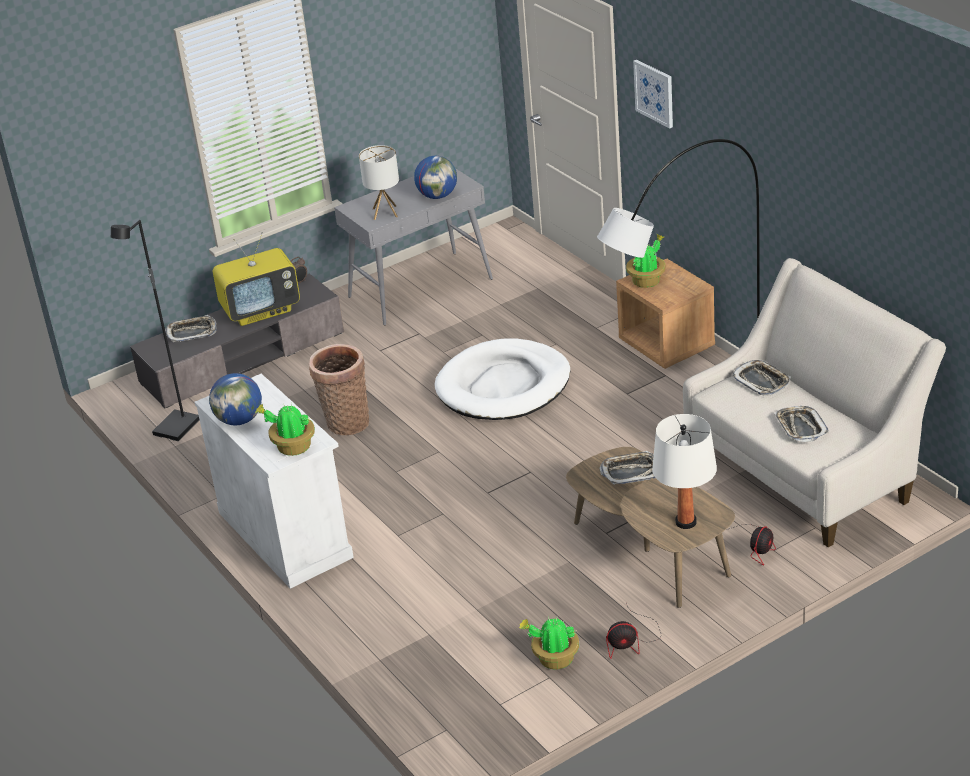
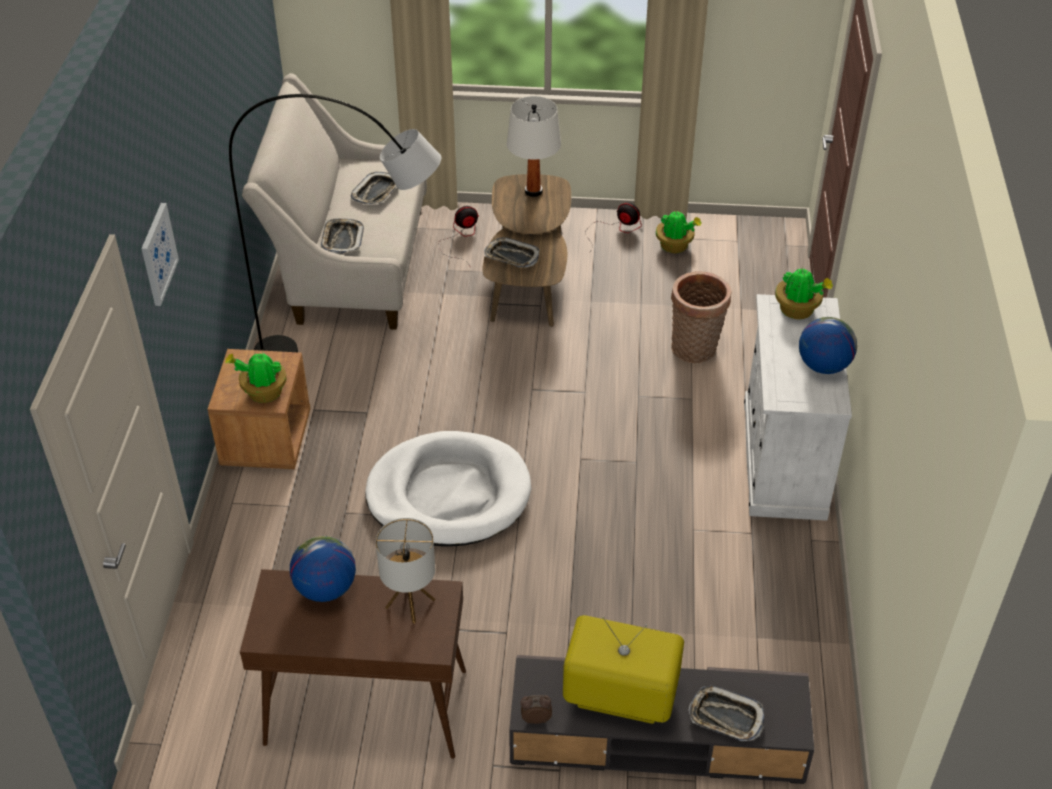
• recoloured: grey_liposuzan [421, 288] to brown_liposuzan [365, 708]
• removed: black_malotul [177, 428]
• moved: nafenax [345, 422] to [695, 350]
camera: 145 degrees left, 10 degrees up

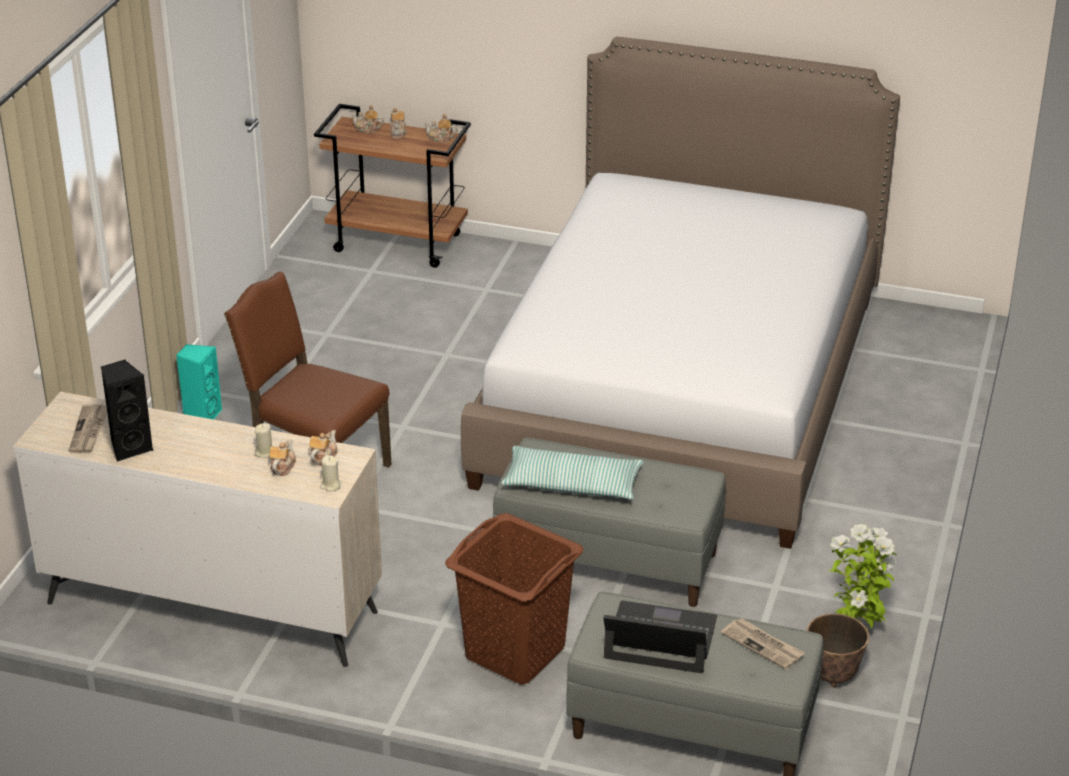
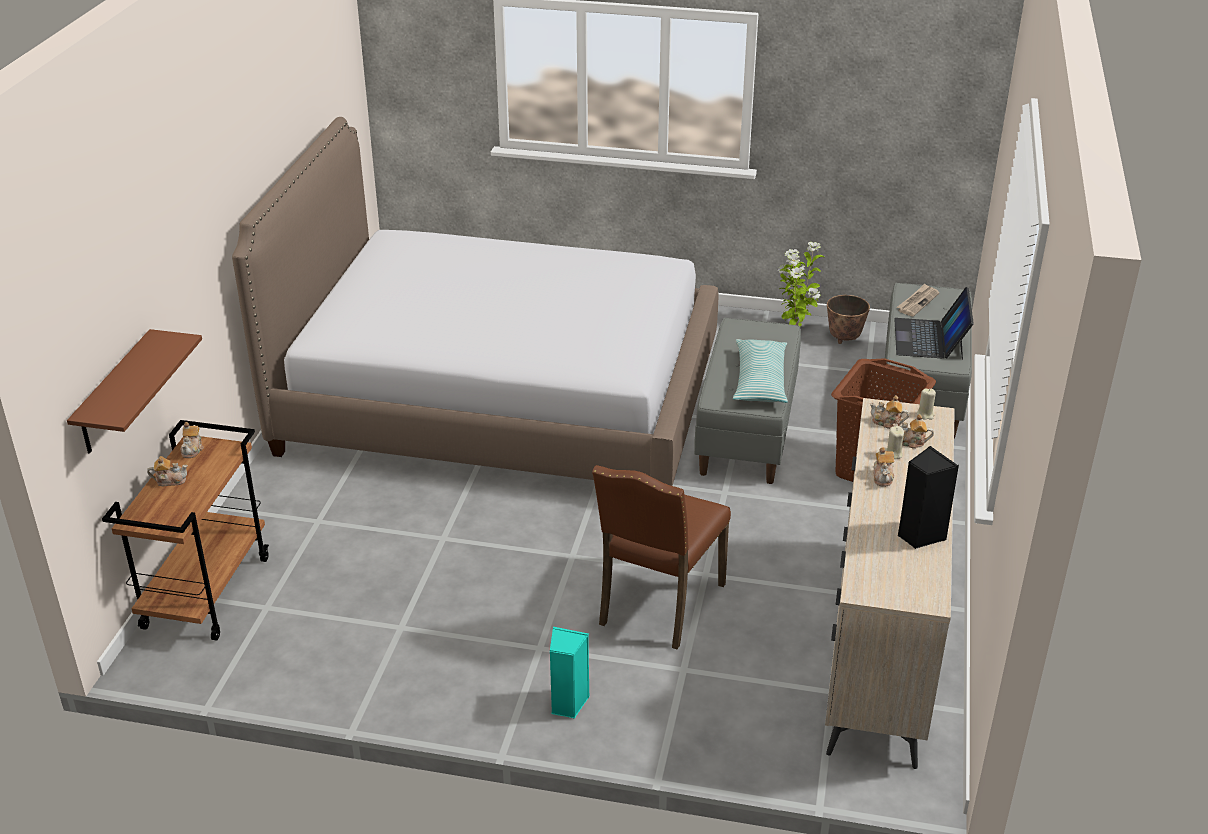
• moved: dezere [367, 129] to [883, 477]
• removed: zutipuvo [89, 431]
• added: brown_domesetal [115, 394]
camera: 95 degrees left, 0 degrees up

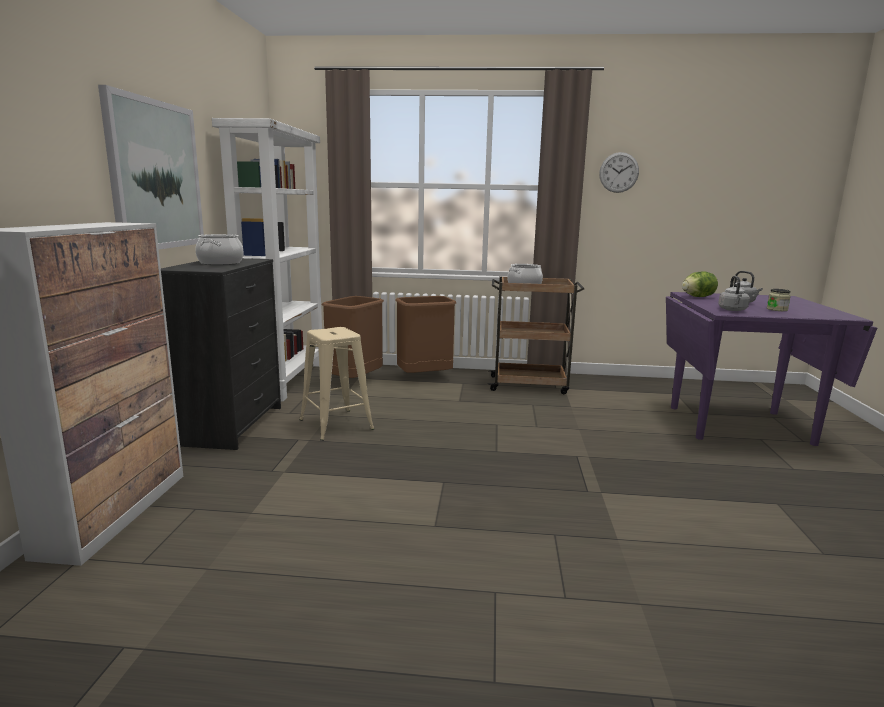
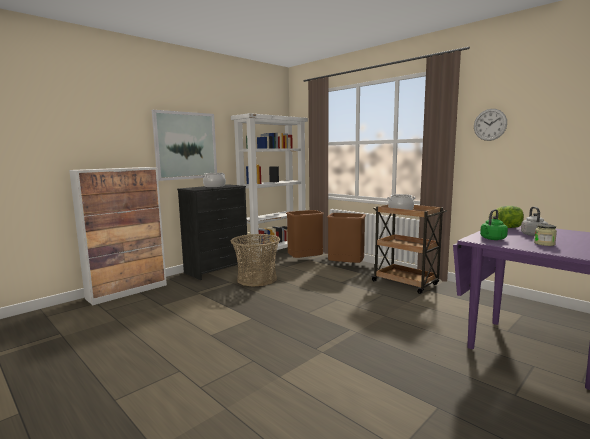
• recoloured: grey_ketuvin [732, 310] to green_ketuvin [492, 239]
• replaced: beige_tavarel [336, 424] to nafenax [257, 279]
camera: 40 degrees right, 5 degrees down

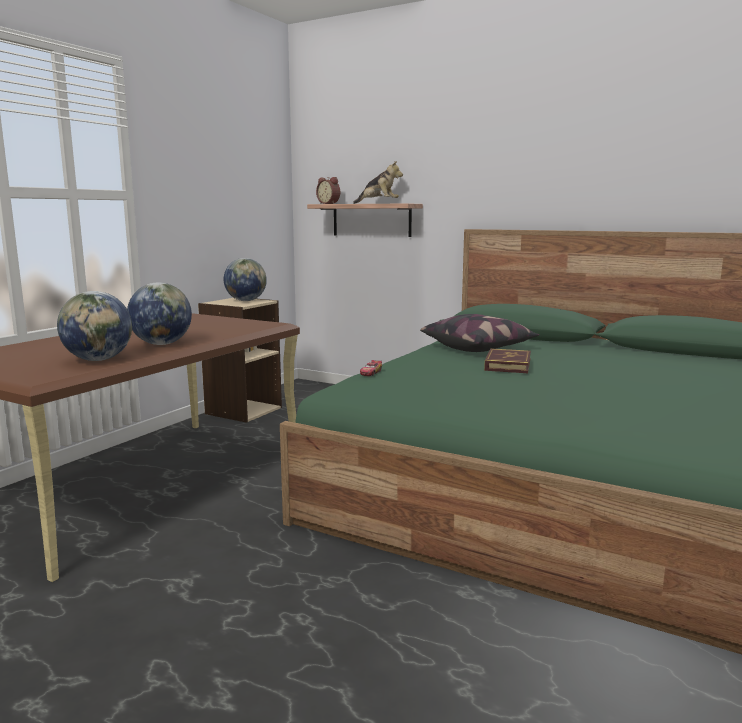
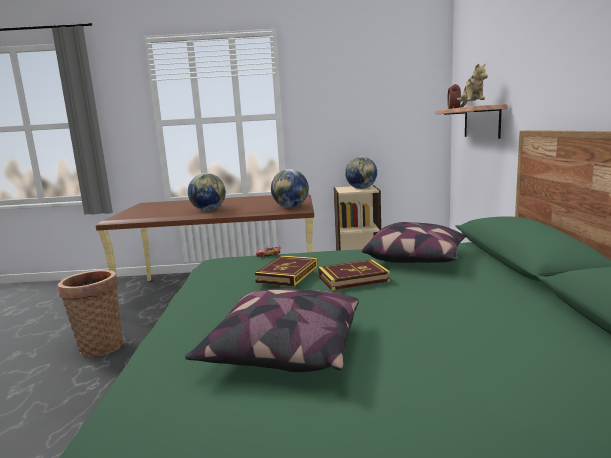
• moved: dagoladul [99, 360] to [291, 207]
• added: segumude [287, 274]
• added: nafenax [99, 346]
• added: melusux [283, 351]
camera: 60 degrees right, 0 degrees up

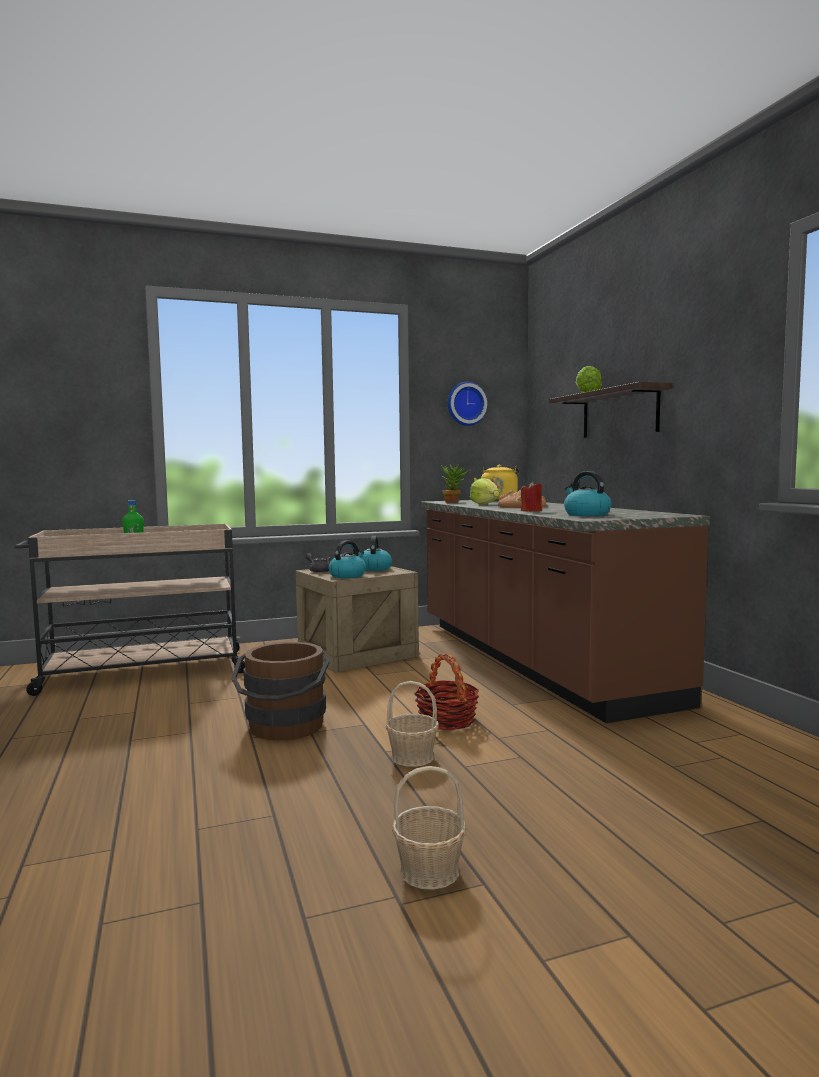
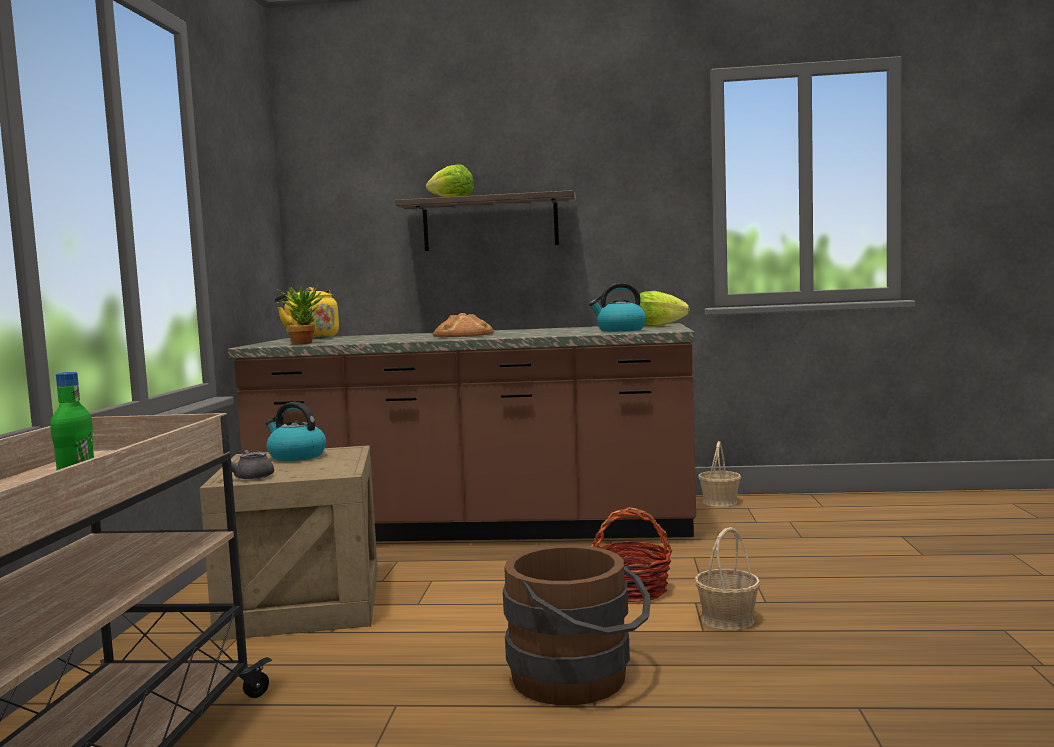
• removed: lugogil [465, 404]
• moved: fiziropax [485, 504] to [658, 326]
• removed: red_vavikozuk [531, 511]
• removed: ketuvin [347, 575]
• moved: nafenax [430, 870] to [720, 502]
camera: 65 degrees left, 0 degrees up

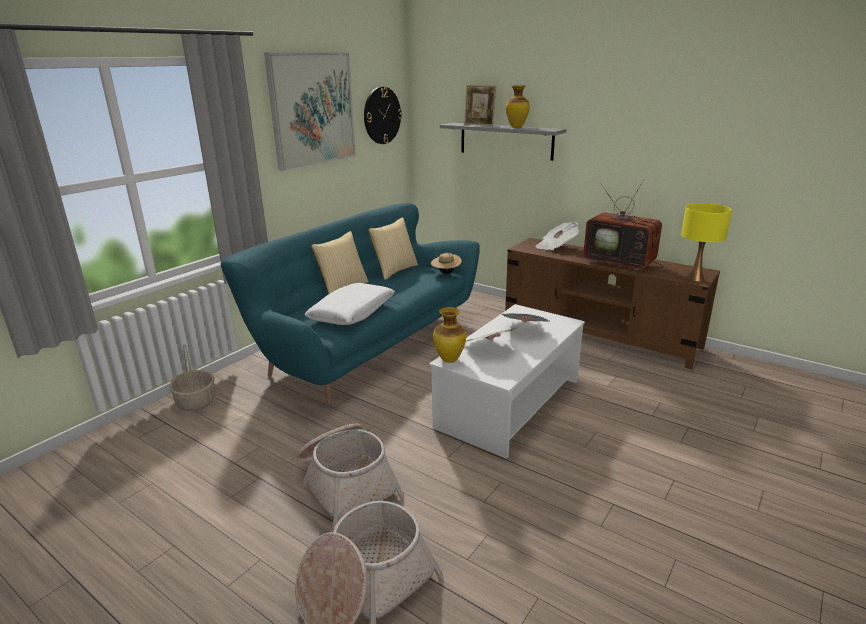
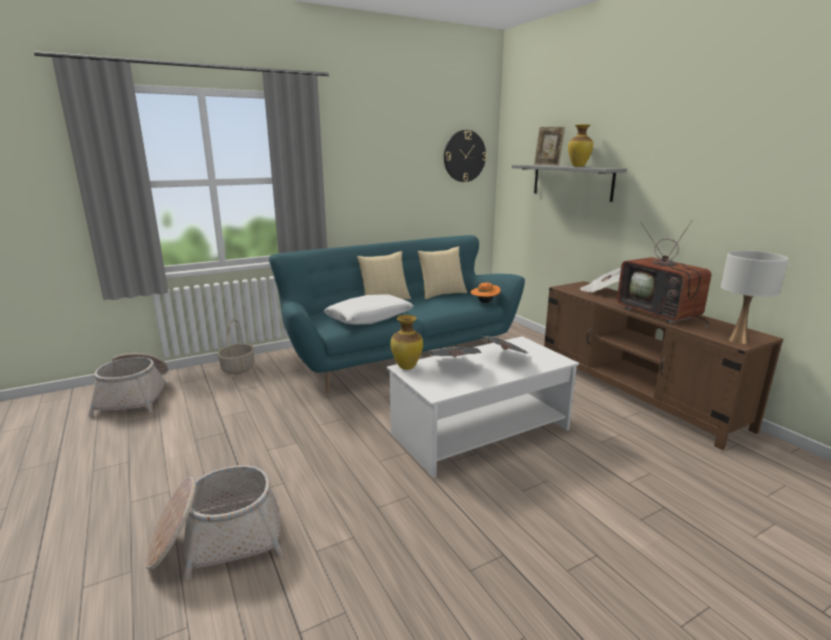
• removed: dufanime [312, 109]
• recoloured: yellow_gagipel [695, 278] to white_gagipel [738, 340]
• recoloured: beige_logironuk [446, 273] to orange_logironuk [484, 302]
• moved: nafenax [346, 483] to [135, 396]
camera: 25 degrees right, 5 degrees down

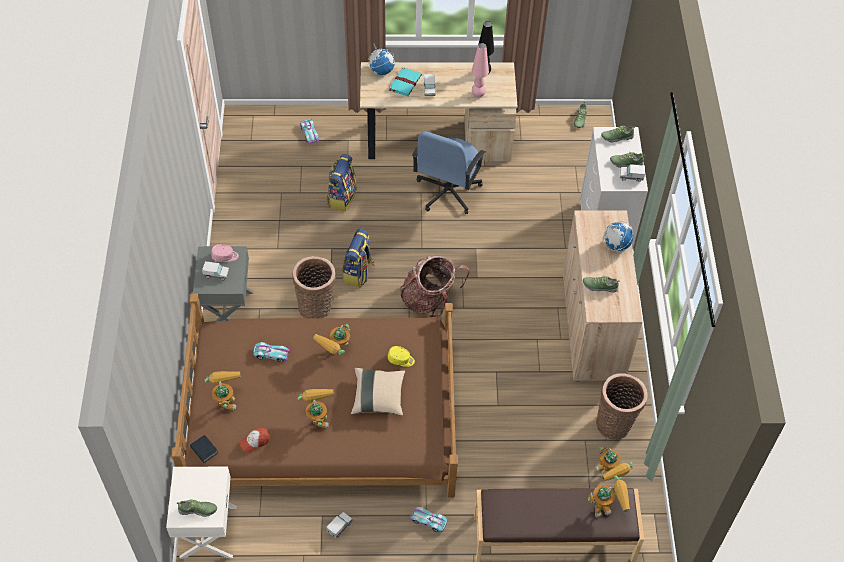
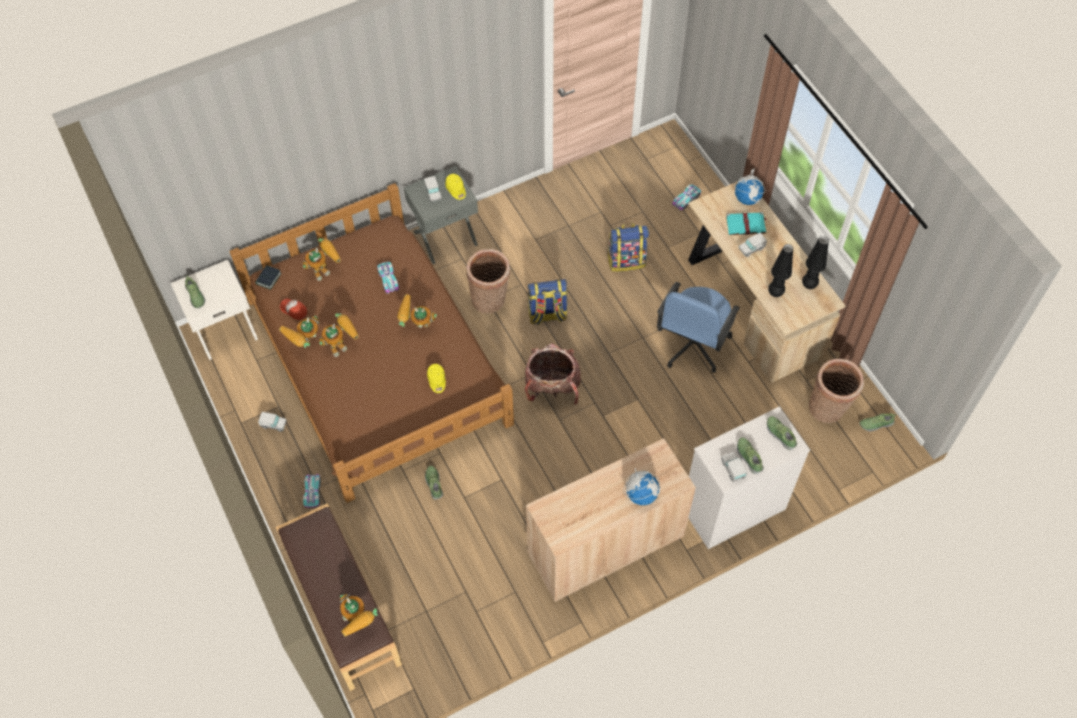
• recoloured: pink_gagipel [478, 95] to black_gagipel [775, 293]
• turned: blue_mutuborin [447, 192] = [692, 344] 60 degrees counterclockwise
• recoloured: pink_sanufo [225, 256] to yellow_sanufo [456, 190]
• moved: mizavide [600, 286] to [434, 484]
• removed: beige_melusux [378, 397]
• moved: nafenax [615, 423] to [828, 409]
• moved: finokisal [609, 475] to [306, 345]
camera: 65 degrees right, 5 degrees up

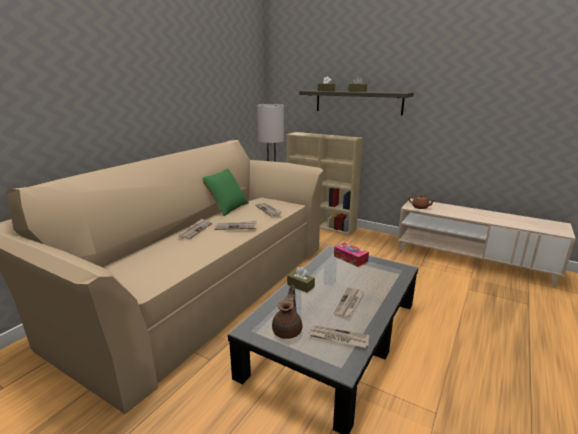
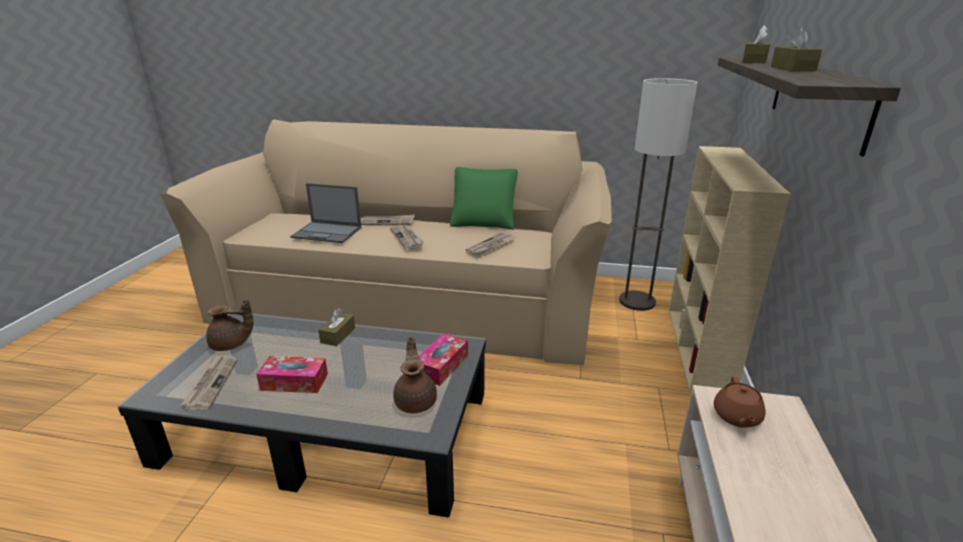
• replaced: zutipuvo [349, 303] to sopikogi [294, 382]
• added: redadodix [328, 232]
• added: brown_dezere [416, 401]
camera: 70 degrees right, 5 degrees up

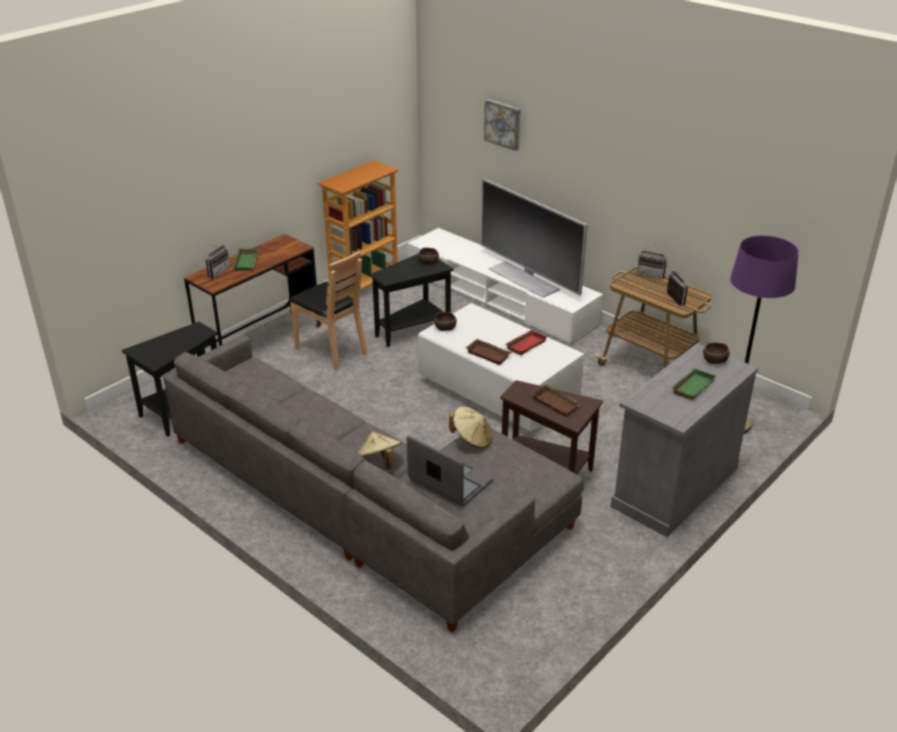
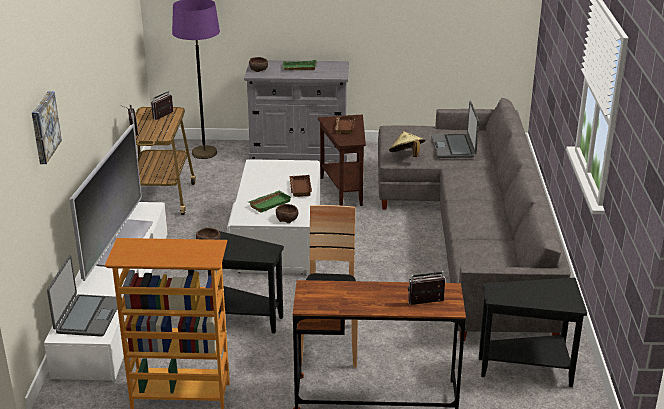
• moved: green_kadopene [247, 262] to [269, 203]
• removed: red_kadopene [525, 344]
• removed: beige_logironuk [378, 463]
• added: redadodix [88, 316]
camera: 130 degrees left, 5 degrees down

